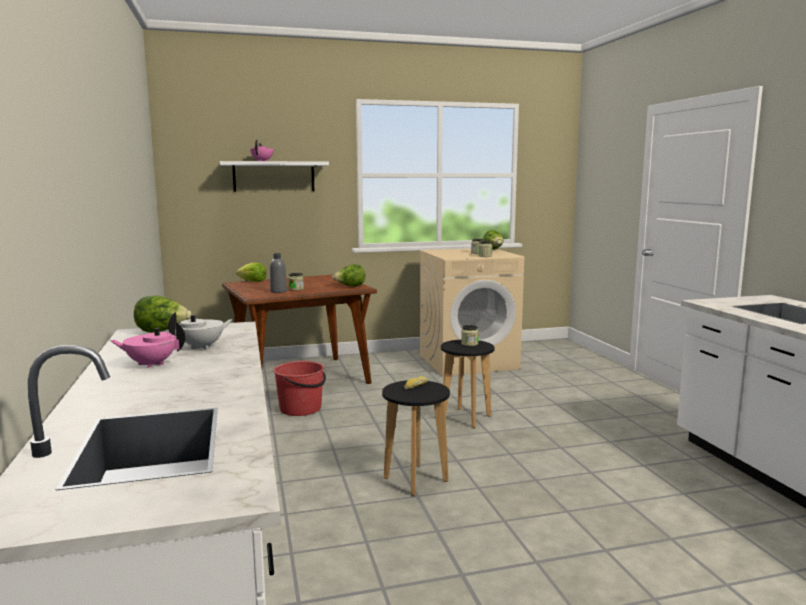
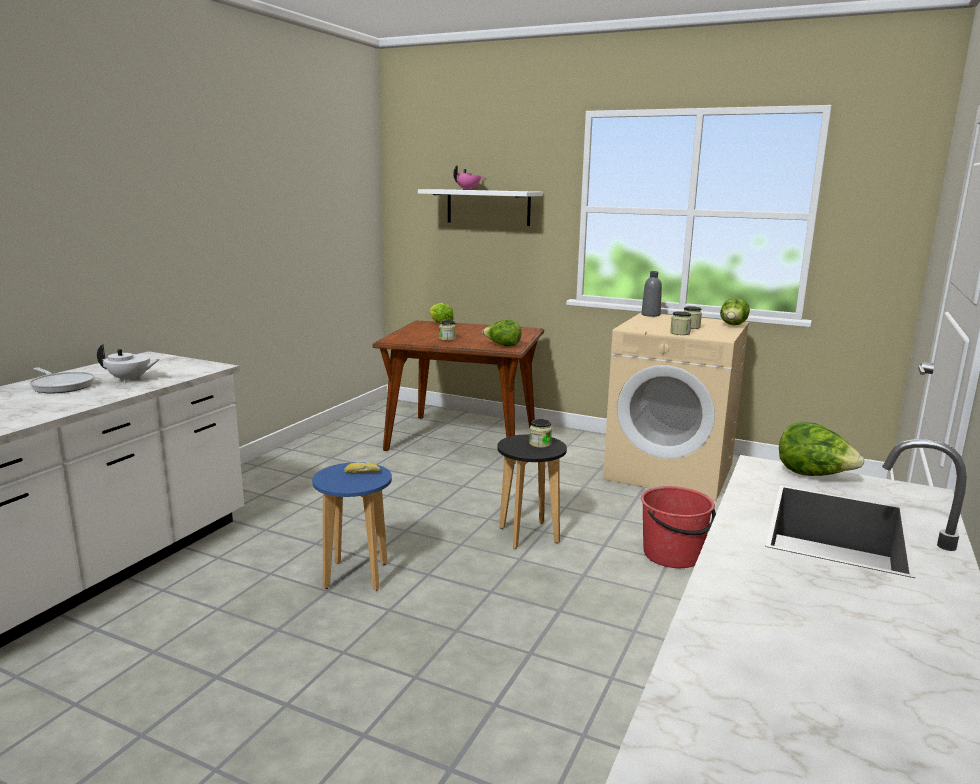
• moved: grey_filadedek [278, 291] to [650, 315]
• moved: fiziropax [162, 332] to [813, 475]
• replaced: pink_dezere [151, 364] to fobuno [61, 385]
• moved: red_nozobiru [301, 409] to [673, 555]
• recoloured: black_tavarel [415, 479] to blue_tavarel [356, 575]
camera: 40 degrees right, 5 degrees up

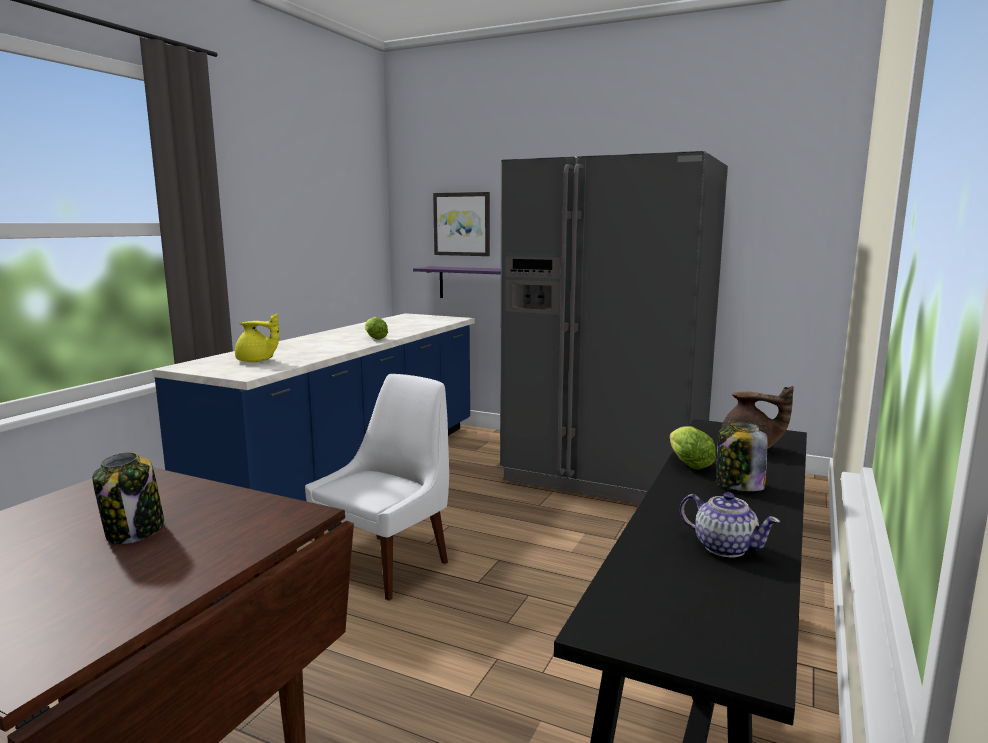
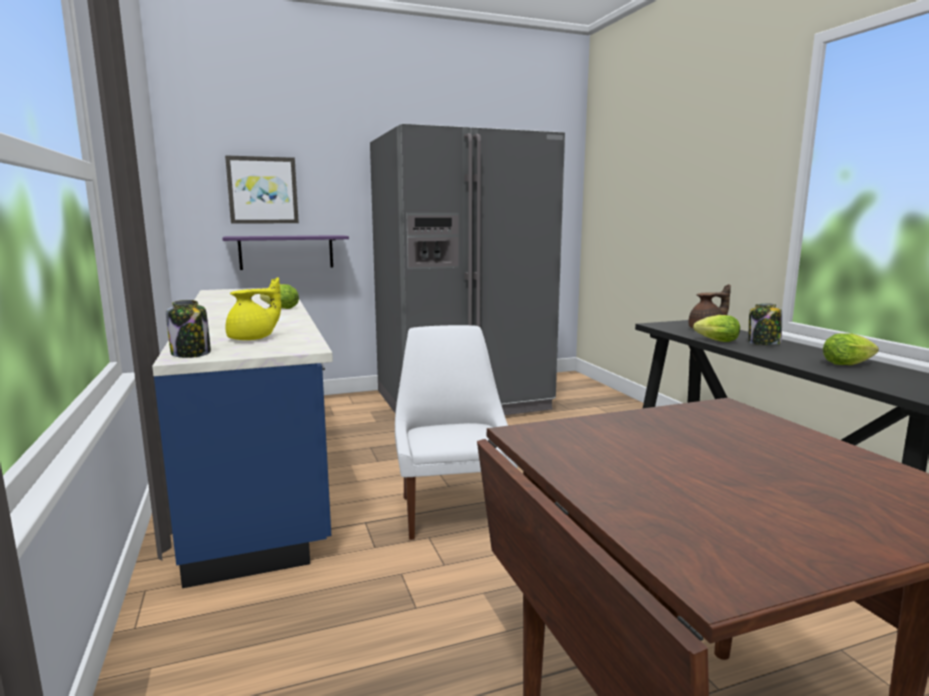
• moved: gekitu [134, 531] to [191, 354]
• replaced: dezere [724, 547] to fiziropax [849, 364]
camera: 45 degrees left, 0 degrees up

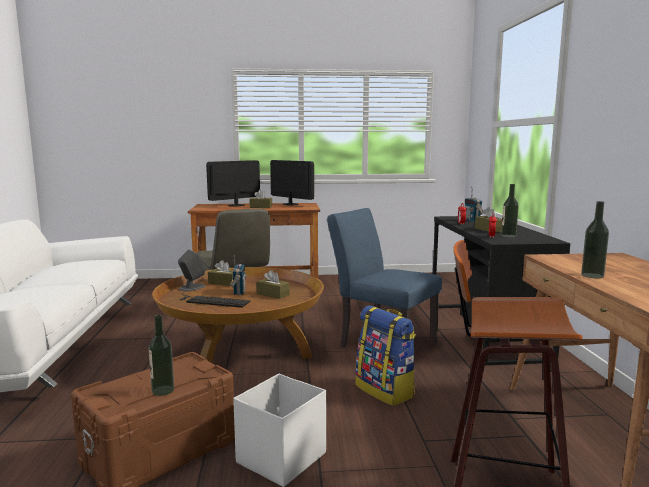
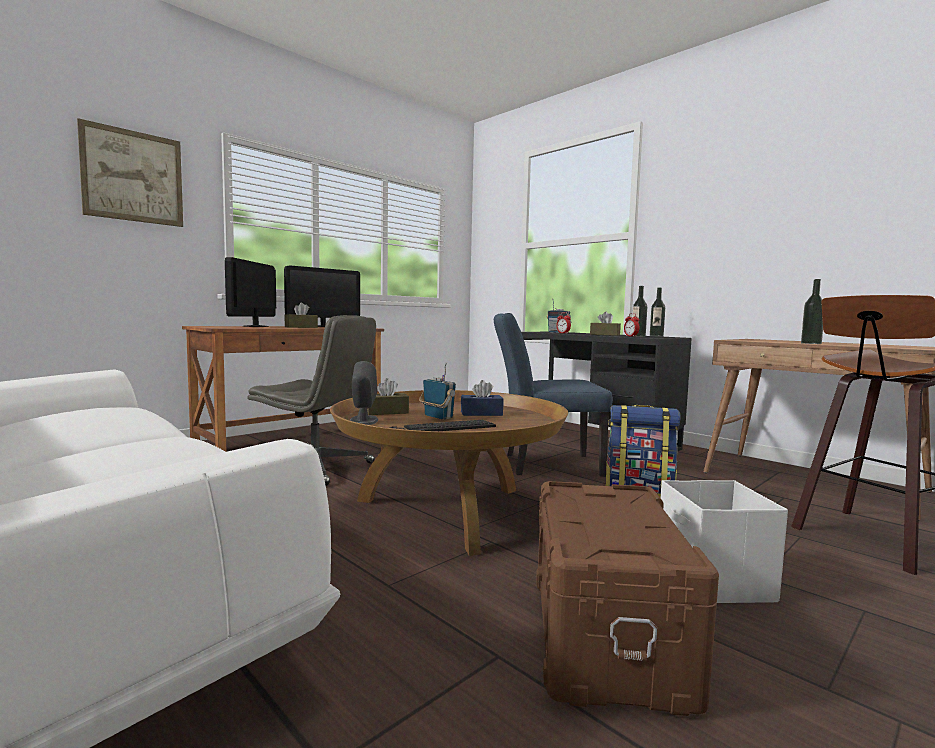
• turned: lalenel [290, 204] = [323, 326] 135 degrees clockwise
• recoloured: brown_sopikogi [273, 294] to blue_sopikogi [481, 413]
• moved: filadedek [163, 390] to [656, 336]
• added: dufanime [133, 176]
camera: 40 degrees left, 5 degrees down

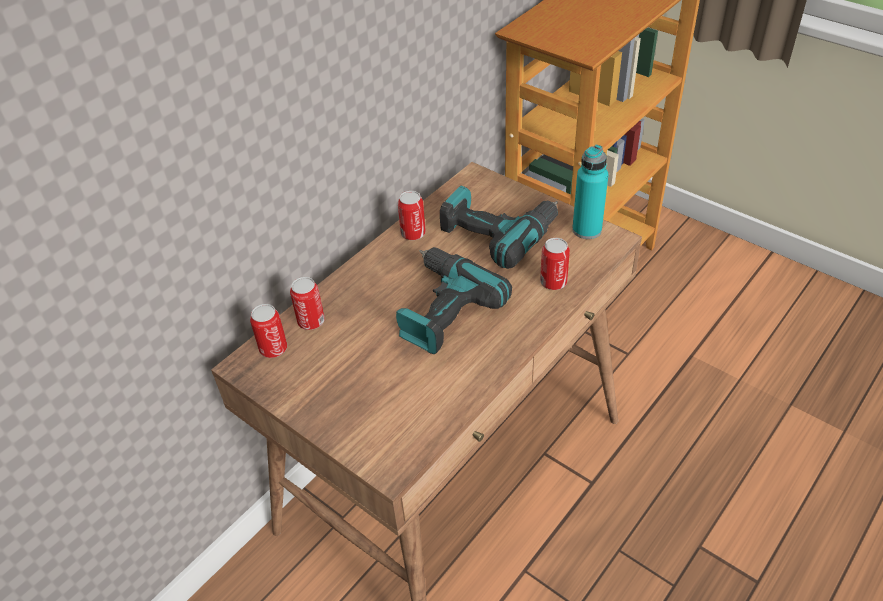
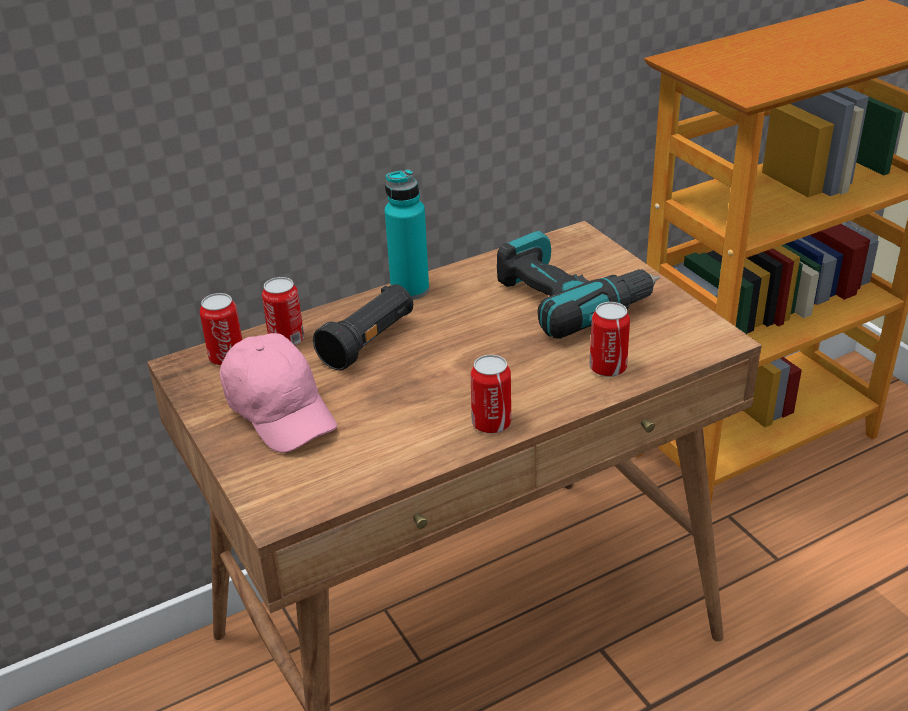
• moved: turquoise_filadedek [587, 230] to [410, 290]
• moved: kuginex [413, 233] to [491, 423]
• removed: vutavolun [441, 309]
• added: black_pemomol [369, 342]
• added: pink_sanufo [280, 410]
camera: 20 degrees right, 10 degrees down

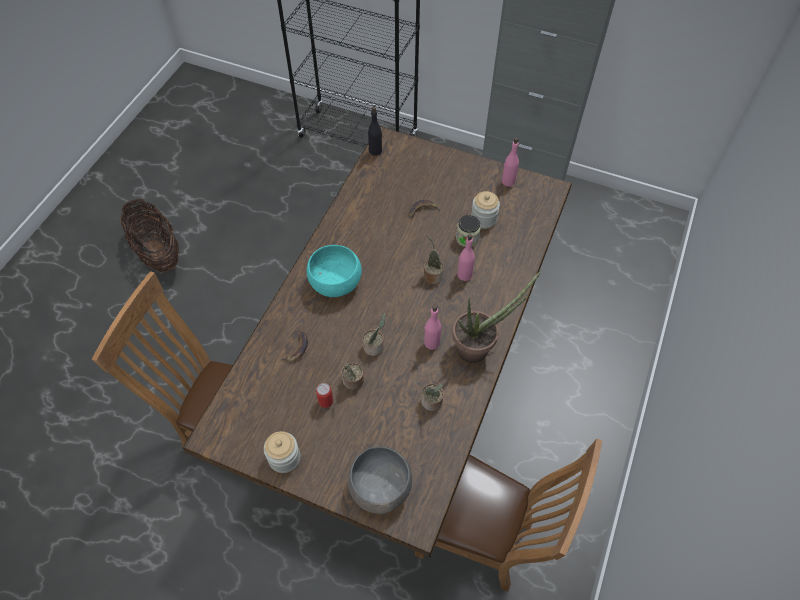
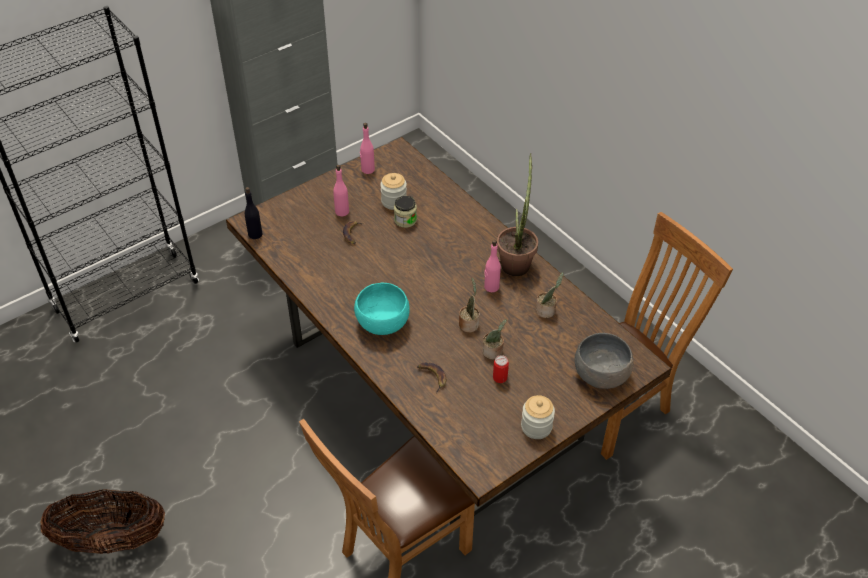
• moved: pink_filadedek [464, 274] to [342, 211]
• removed: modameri [432, 275]
camera: 60 degrees left, 10 degrees down

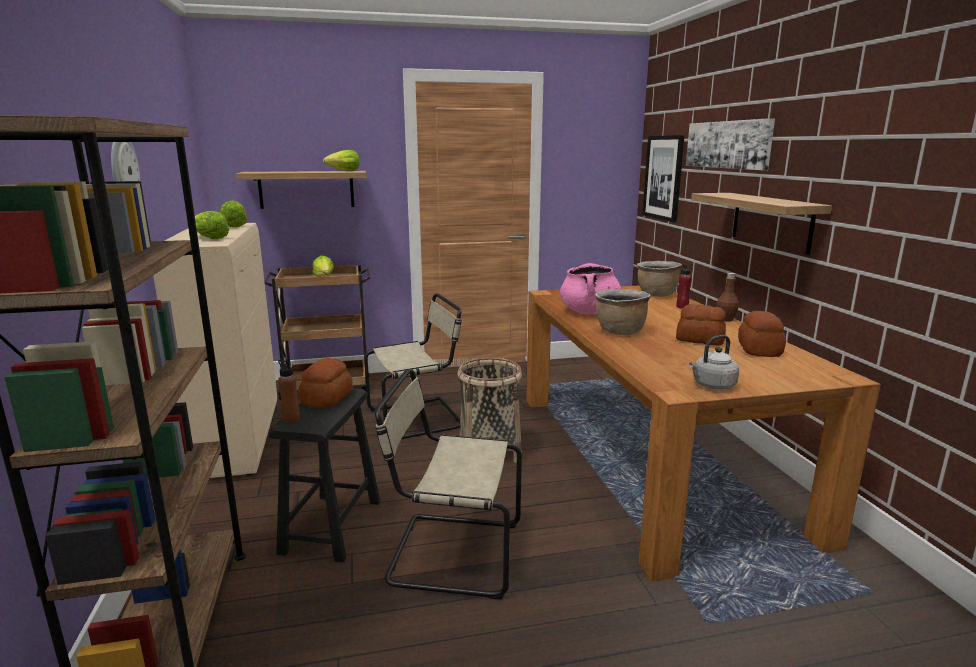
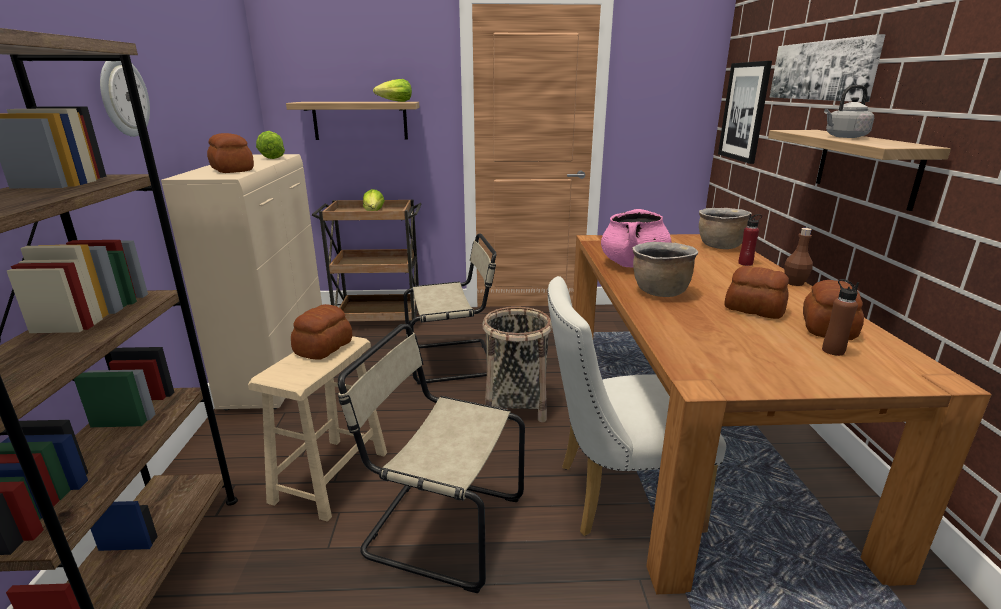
• replaced: fiziropax [209, 238] to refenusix [232, 170]
• moved: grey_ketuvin [712, 386] to [844, 137]
• moved: brown_filadedek [291, 419] to [833, 351]
• recoloured: black_tavarel [331, 526] to beige_tavarel [330, 476]
• added: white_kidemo [616, 496]
camera: 10 degrees right, 5 degrees up

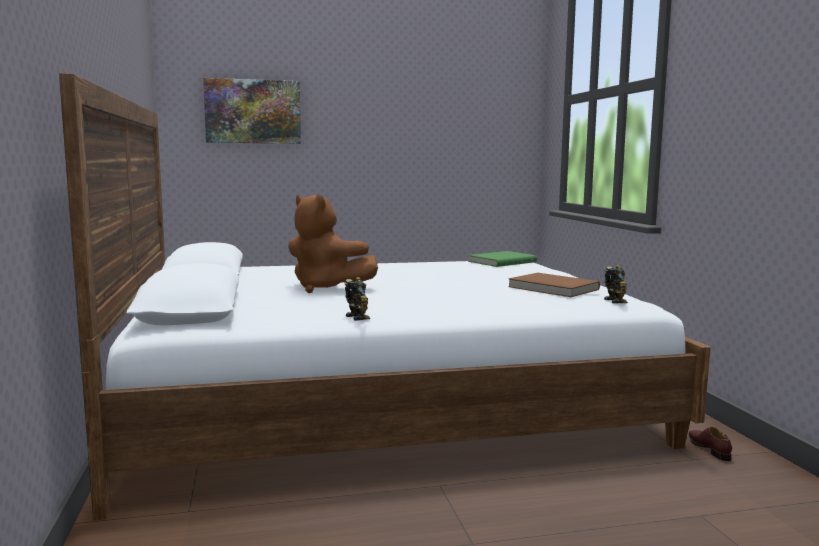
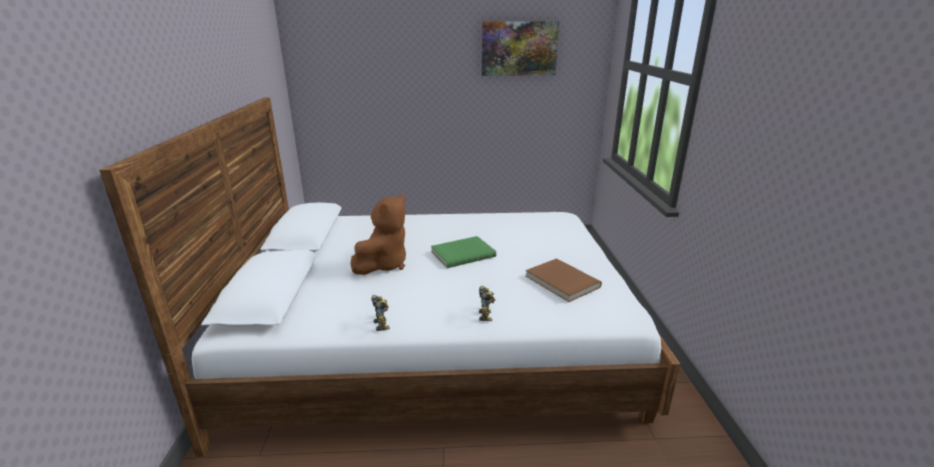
• moved: dufanime [253, 111] to [519, 48]
• turned: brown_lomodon [326, 288] = [383, 264] 105 degrees counterclockwise
• moved: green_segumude [501, 261] to [462, 253]
• moved: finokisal [617, 301] to [487, 315]
• removed: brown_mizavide [709, 449]
camera: 10 degrees right, 15 degrees up

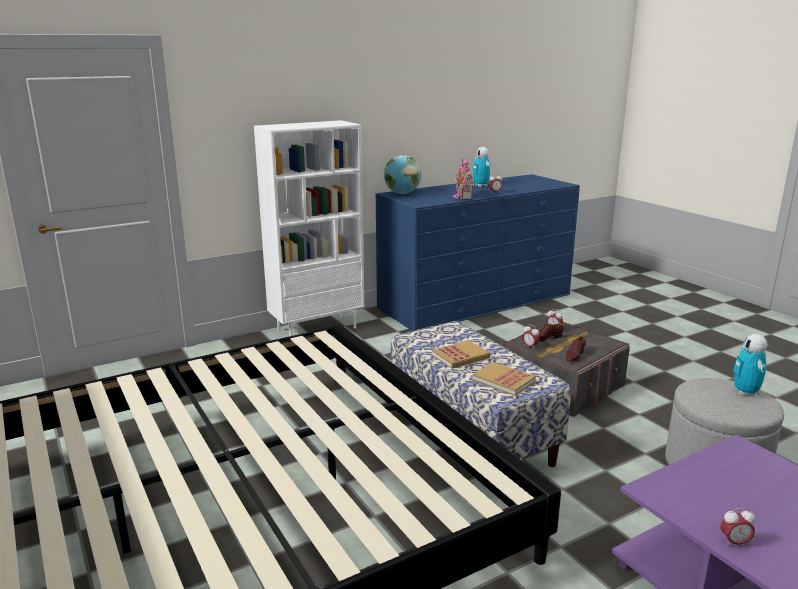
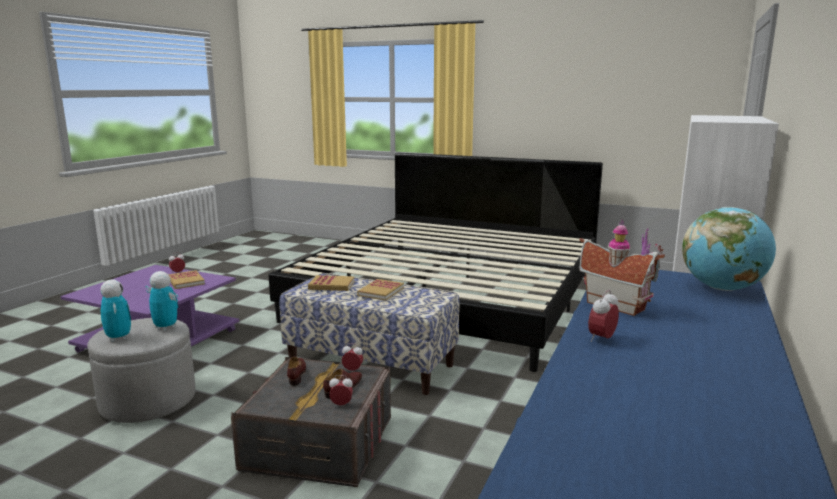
• moved: finokisal [481, 186] to [165, 327]
• added: segumude [186, 281]
camera: 145 degrees right, 5 degrees down

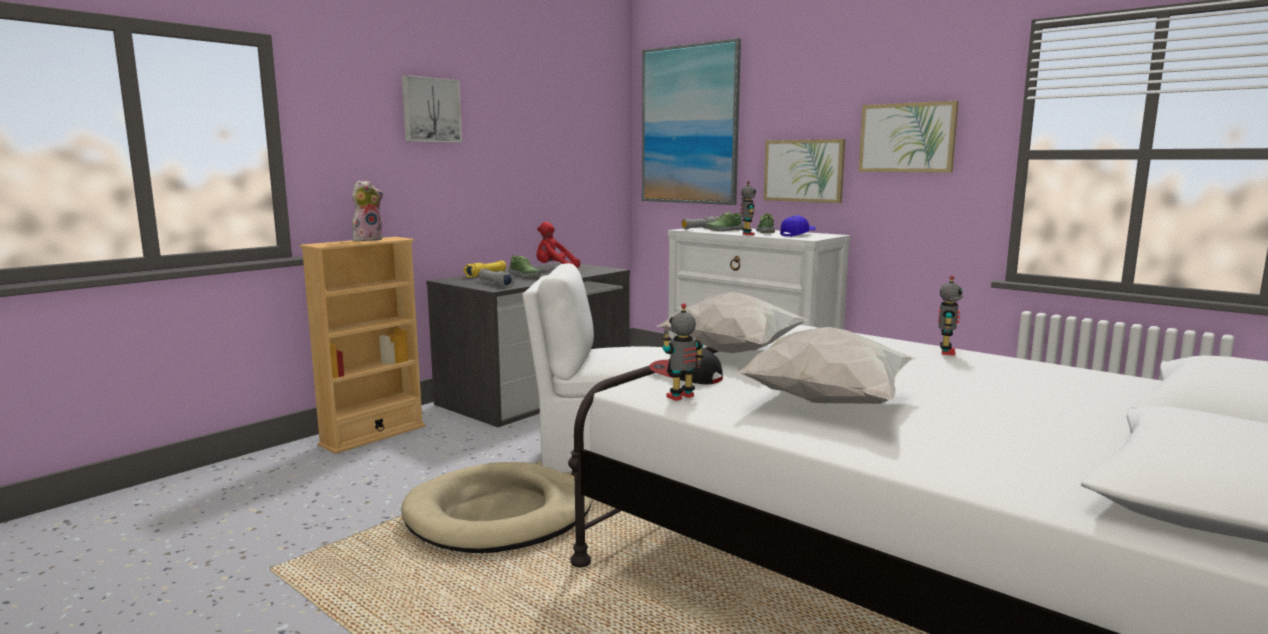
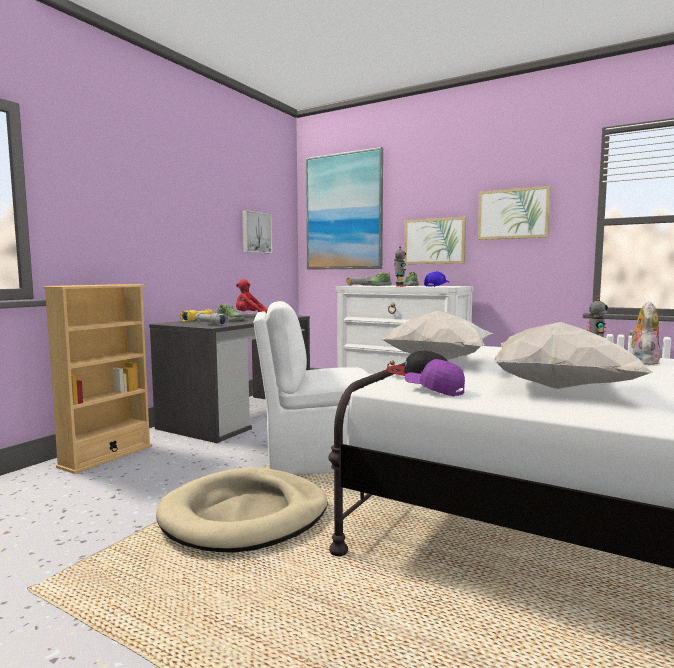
• moved: dufanime [430, 110] to [255, 232]
• moved: lomodon [367, 240] to [643, 362]
• replaced: finokisal [681, 397] to purple_sanufo [434, 390]
camera: 10 degrees left, 5 degrees down

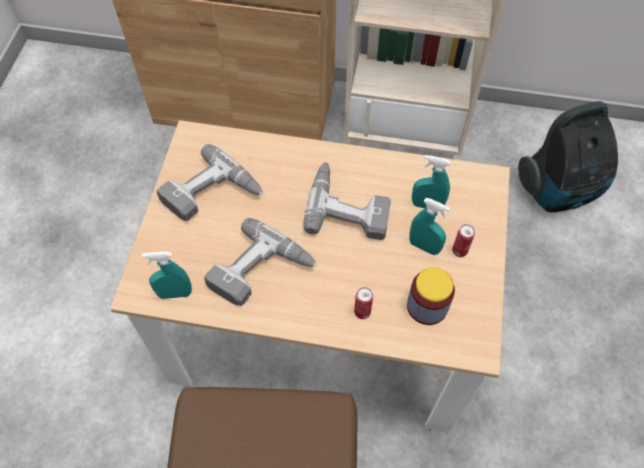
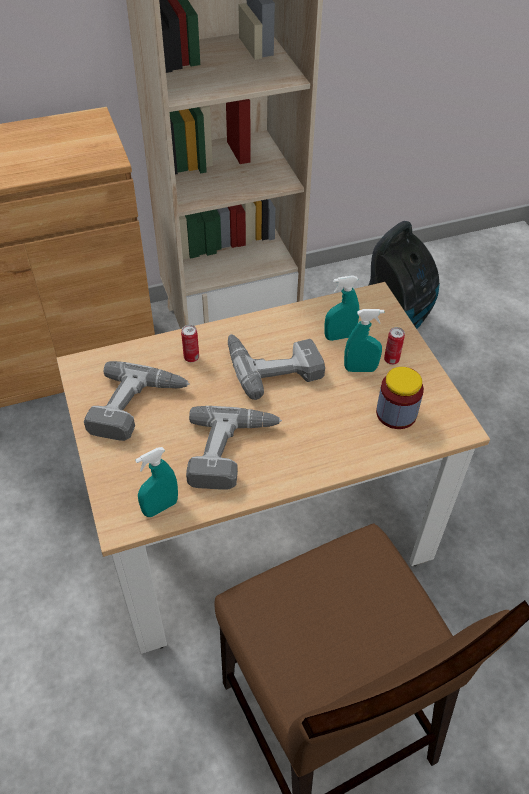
• moved: kuginex [362, 312] to [191, 357]
camera: 30 degrees left, 10 degrees down

